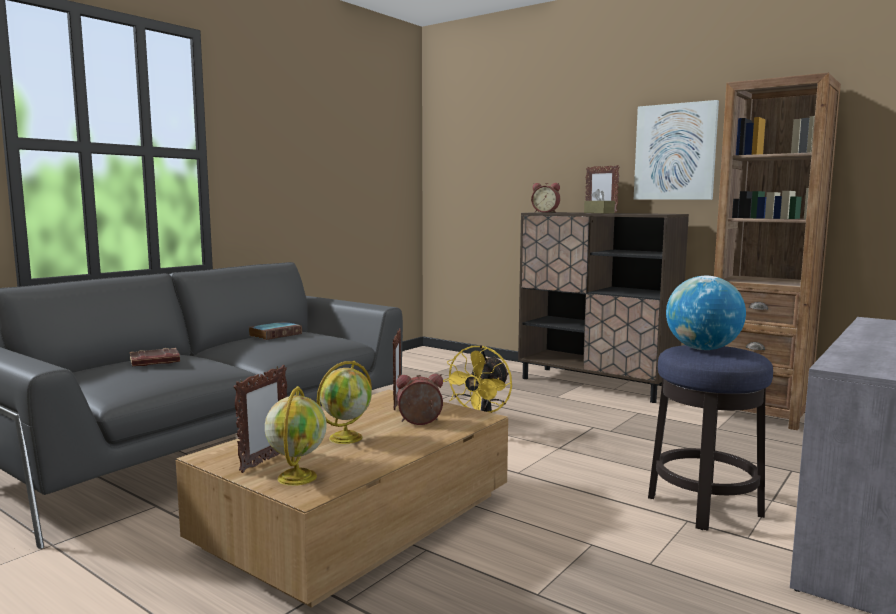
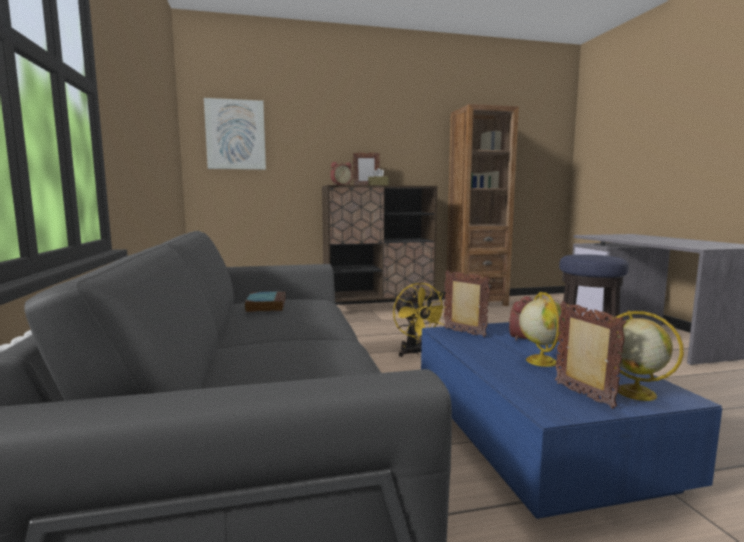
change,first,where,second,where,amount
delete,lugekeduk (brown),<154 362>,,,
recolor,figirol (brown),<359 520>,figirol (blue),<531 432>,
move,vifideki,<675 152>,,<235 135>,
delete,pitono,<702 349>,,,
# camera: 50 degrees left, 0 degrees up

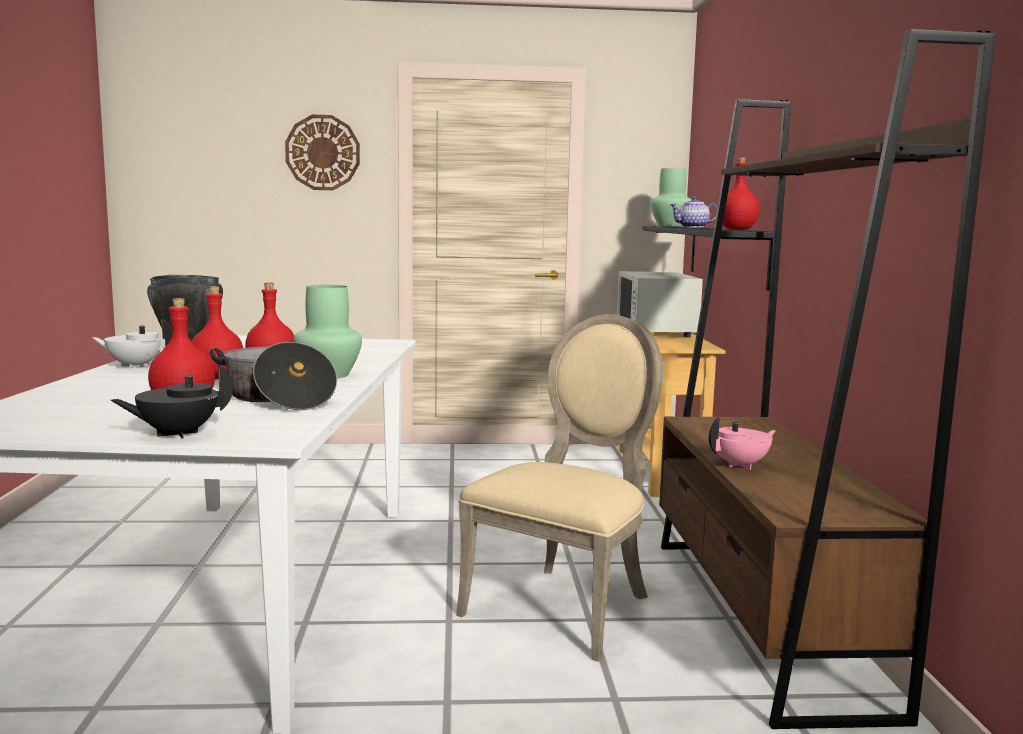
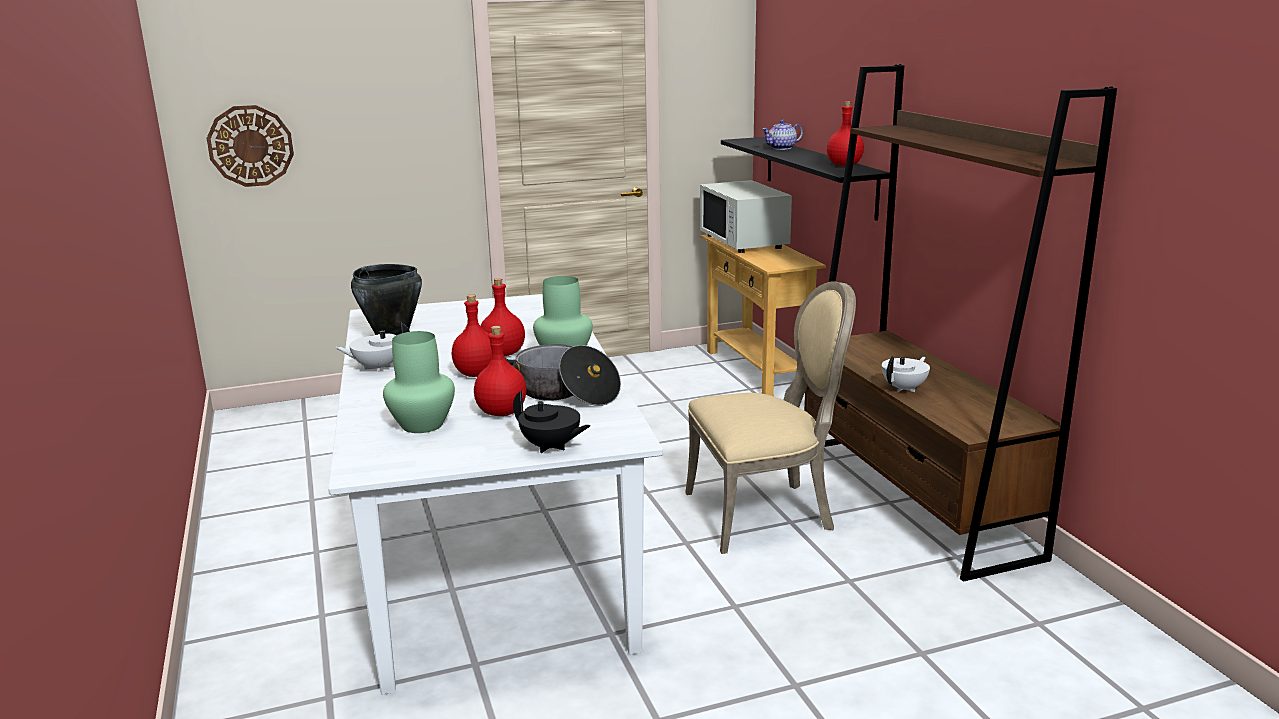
change,first,where,second,where,amount
rotate,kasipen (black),<177 434>,,<551 447>,105 degrees counterclockwise
move,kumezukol,<322 152>,,<250 146>,
rotate,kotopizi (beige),<565 605>,,<765 513>,60 degrees clockwise
move,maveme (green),<669 226>,,<421 424>,
recolor,kasipen (pink),<740 465>,kasipen (white),<904 388>,
# camera: 15 degrees left, 10 degrees up

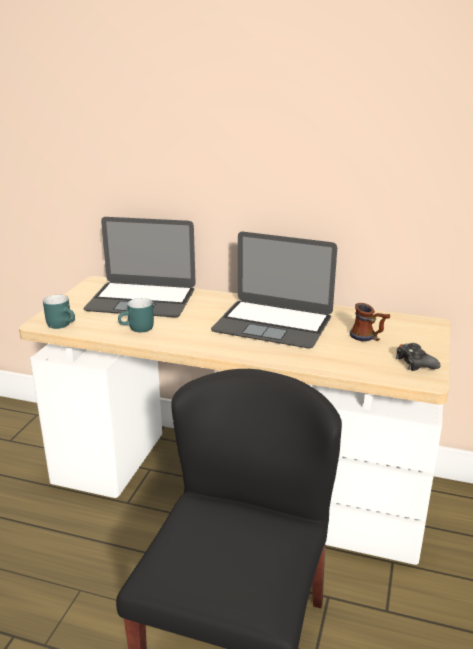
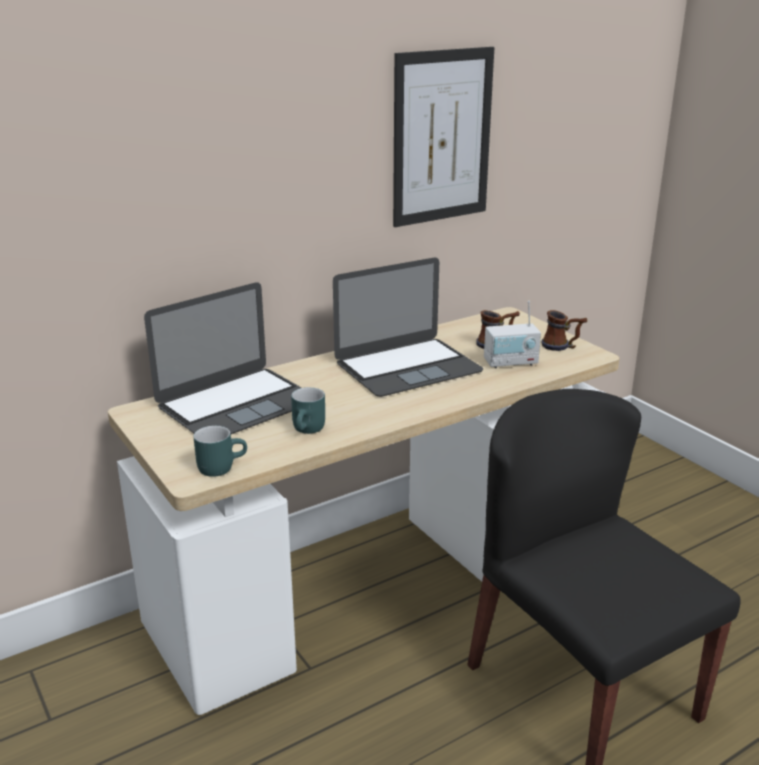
change,first,where,second,where,amount
replace,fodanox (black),<415 362>,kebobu,<562 347>,
insert,,,vifideki,<442 137>,
insert,,,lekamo,<511 362>,
# camera: 50 degrees left, 0 degrees up

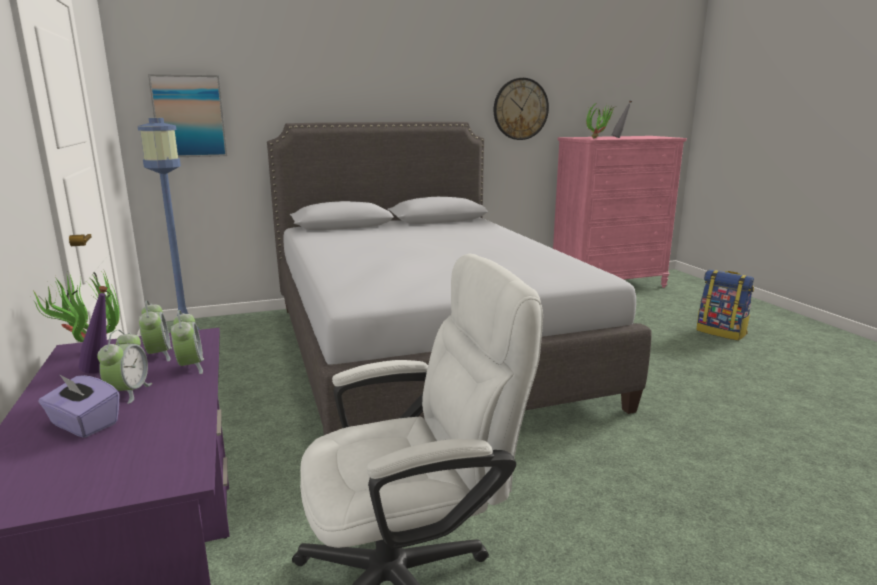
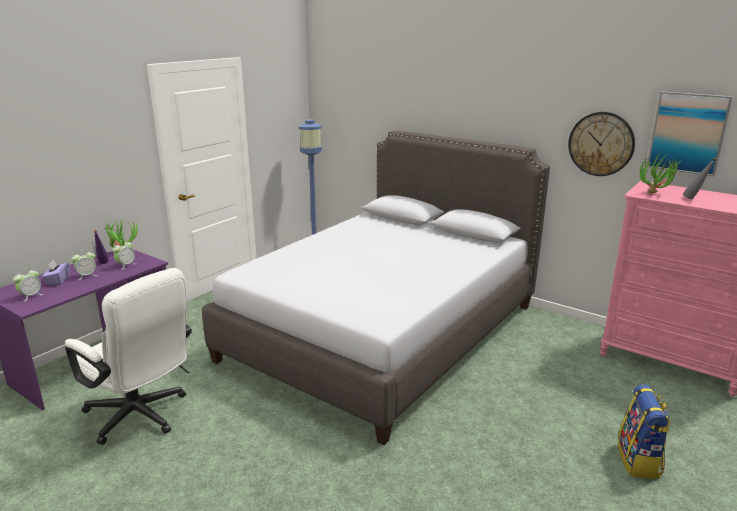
change,first,where,second,where,amount
move,vifideki,<189 116>,,<688 133>,
move,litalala,<190 367>,,<31 296>,
# camera: 55 degrees right, 5 degrees up

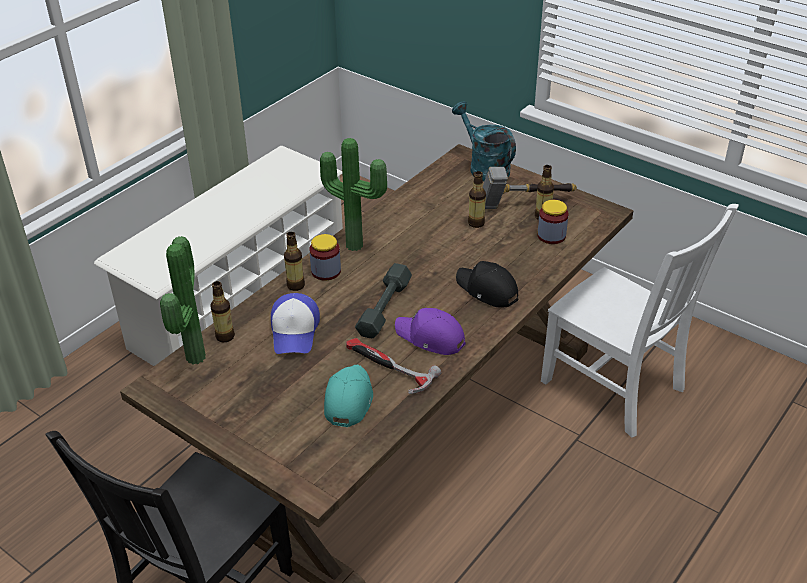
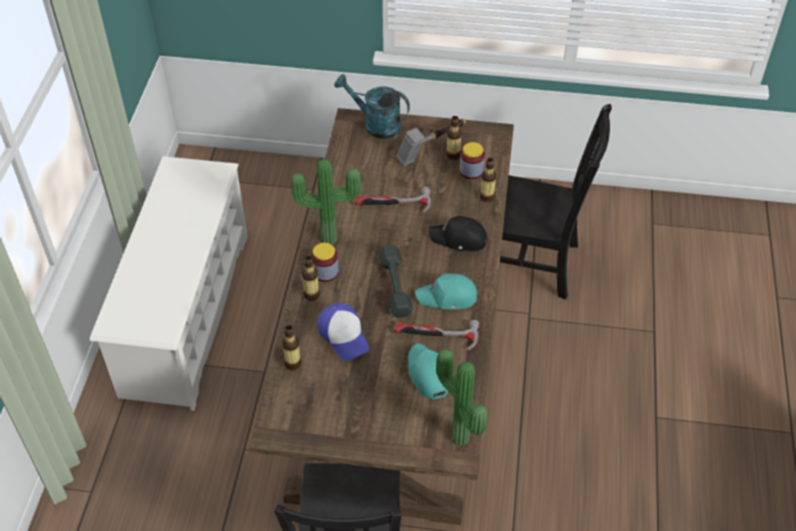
change,first,where,second,where,amount
move,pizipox,<191 358>,,<457 439>,
recolor,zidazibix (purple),<430 337>,zidazibix (turquoise),<447 297>,
move,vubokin,<476 223>,,<486 197>,
recolor,kotopizi (white),<616 388>,kotopizi (black),<531 263>,
insert,,,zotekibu,<392 204>,
# camera: 30 degrees left, 10 degrees up

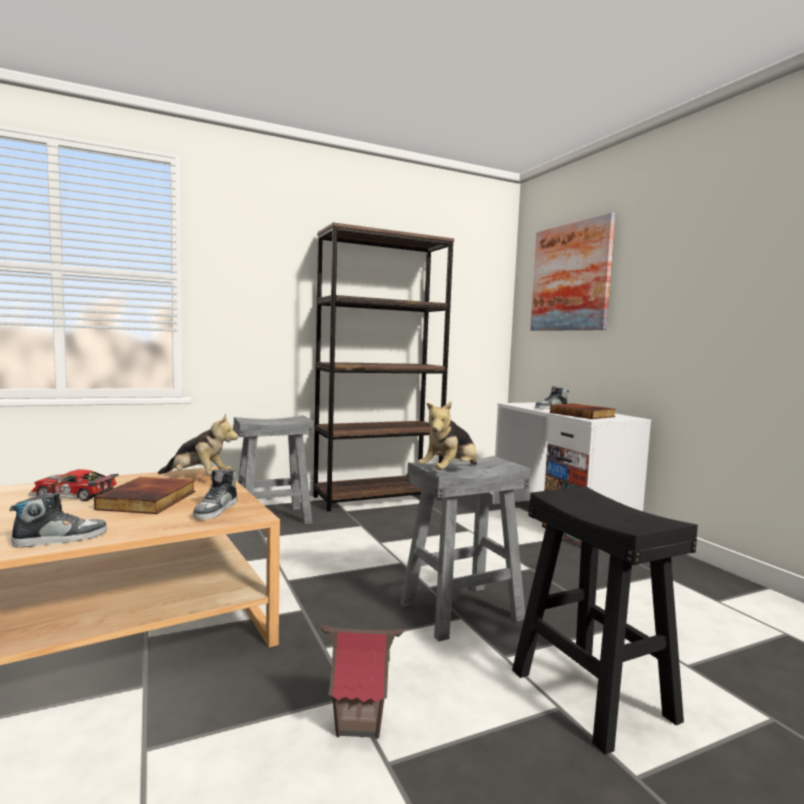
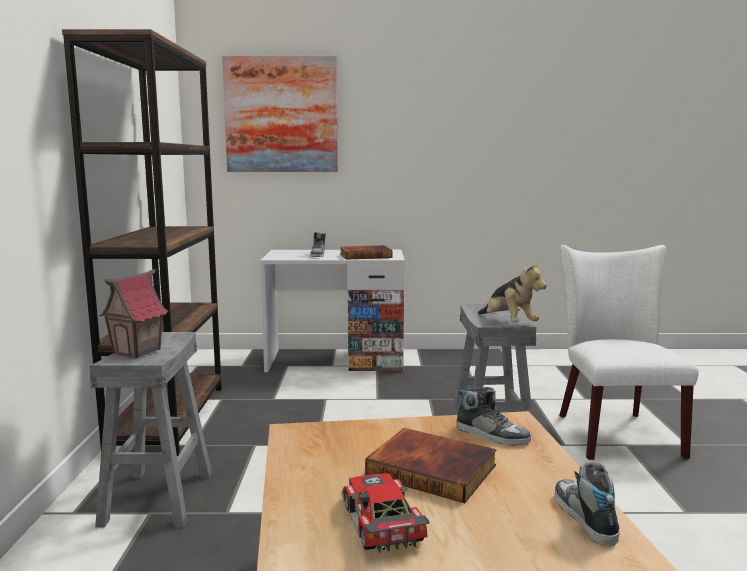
change,first,where,second,where,amount
rotate,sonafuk,<73 495>,,<378 523>,135 degrees clockwise
delete,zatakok,<198 478>,,,
move,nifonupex,<359 723>,,<137 351>,
replace,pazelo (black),<593 694>,kotopizi (white),<613 431>,
# camera: 65 degrees left, 5 degrees up

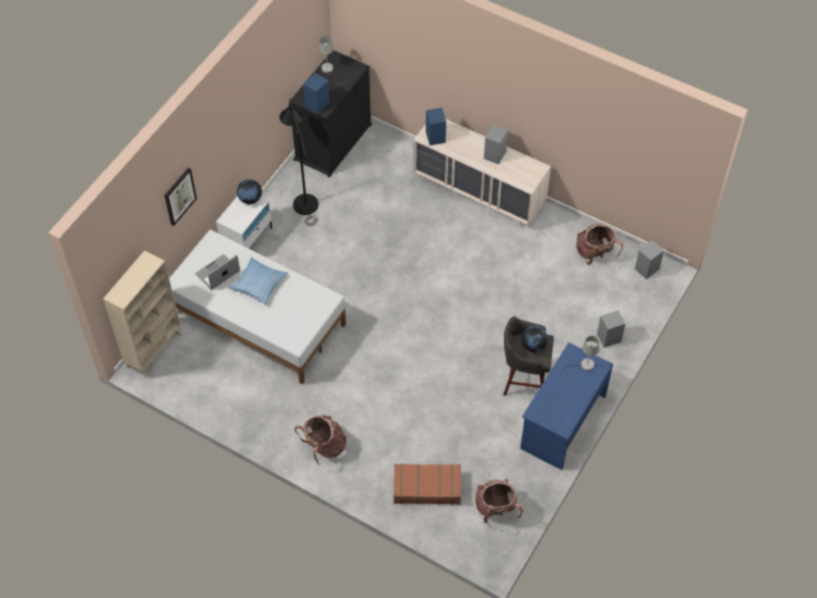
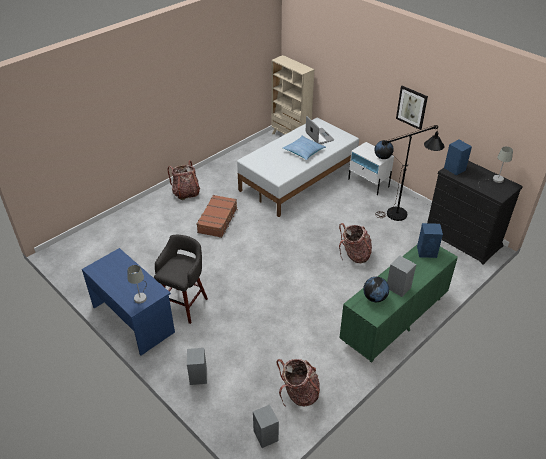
change,first,where,second,where,amount
move,vifideki,<179 196>,,<412 107>,
move,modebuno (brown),<426 487>,,<218 220>,
recolor,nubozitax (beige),<479 192>,nubozitax (green),<394 320>,
move,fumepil,<496 508>,,<354 255>,
move,pitono,<533 345>,,<374 298>,
# camera: 105 degrees right, 15 degrees down

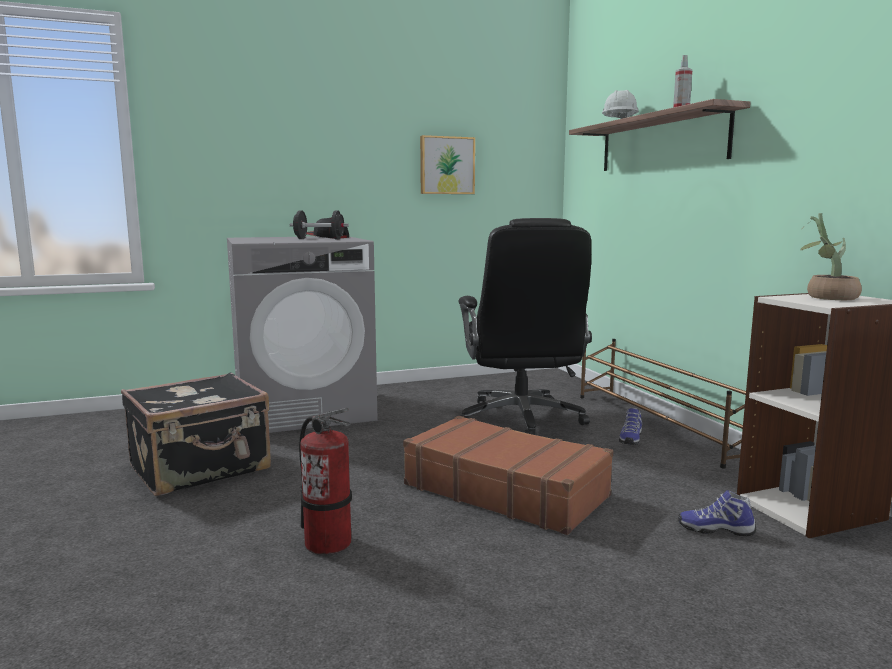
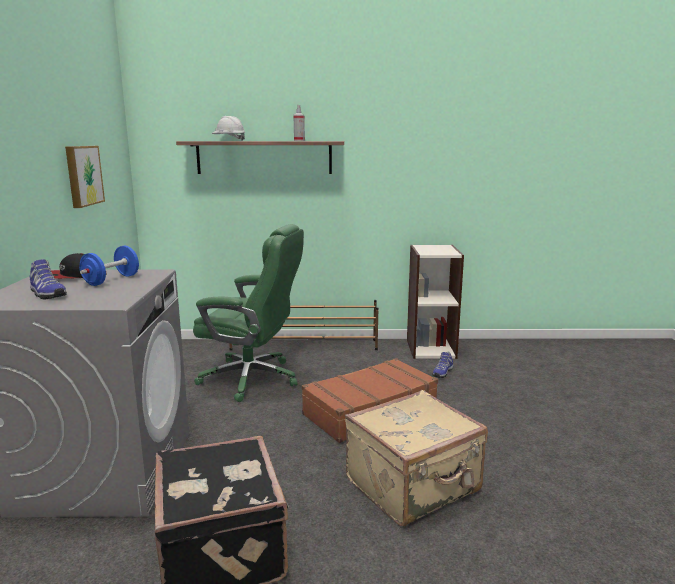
change,first,where,second,where,amount
recolor,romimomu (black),<319 239>,romimomu (blue),<111 280>,
replace,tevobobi,<328 542>,modebuno (beige),<414 486>,
recolor,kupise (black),<521 419>,kupise (green),<252 378>,
move,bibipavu,<630 438>,,<46 294>,
delete,pizipox,<825 297>,,,
# camera: 70 degrees left, 5 degrees up

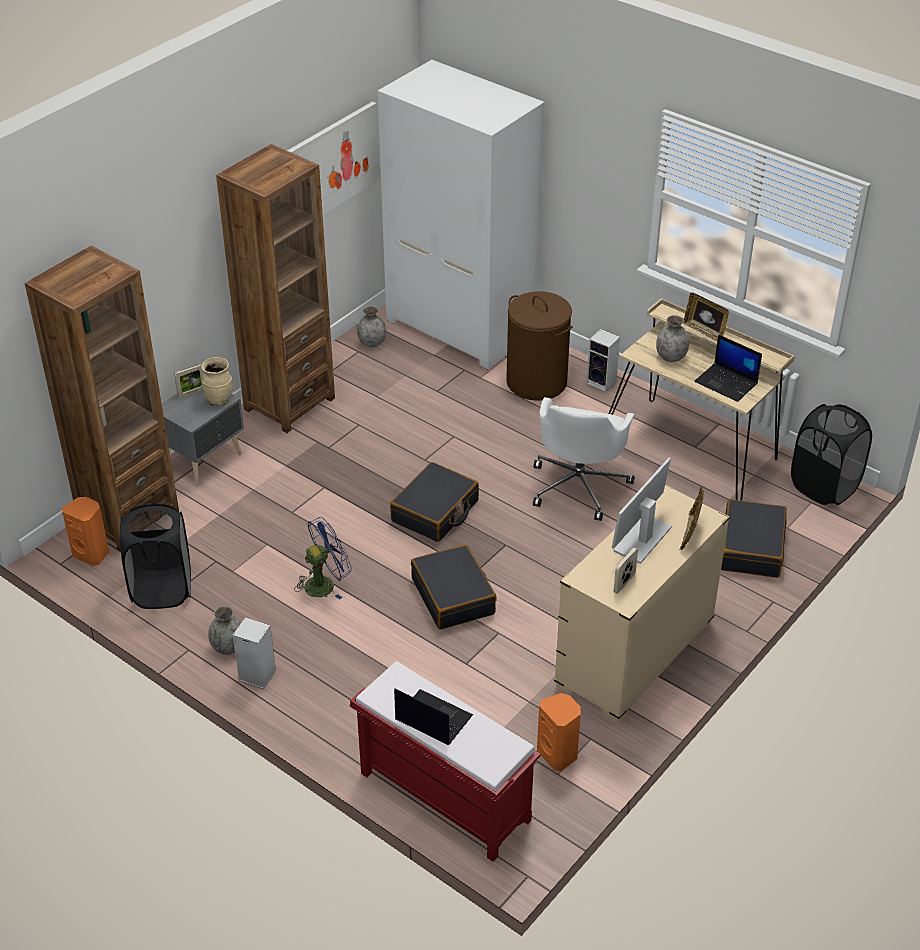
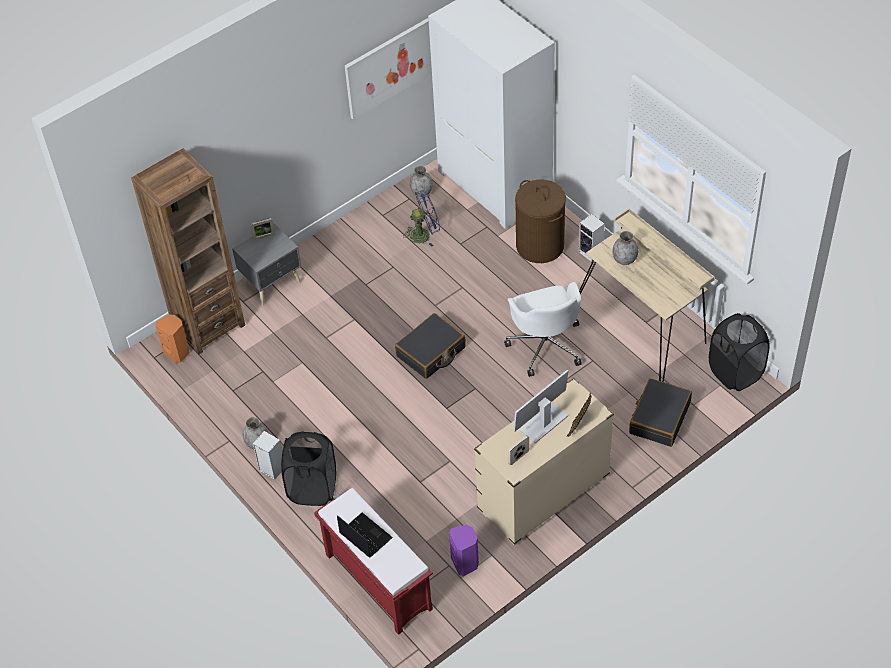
change,first,where,second,where,amount
move,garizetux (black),<162 589>,,<312 488>,
delete,maveme (beige),<219 400>,,,
delete,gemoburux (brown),<289 403>,,,
move,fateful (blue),<325 583>,,<424 234>,
delete,modebuno (black),<453 596>,,,
rotate,kupise (white),<579 485>,,<545 344>,45 degrees counterclockwise
recolor,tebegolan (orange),<558 754>,tebegolan (purple),<465 563>,
delete,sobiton,<704 331>,,,
delete,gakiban,<727 383>,,,
# camera: 15 degrees right, 10 degrees up

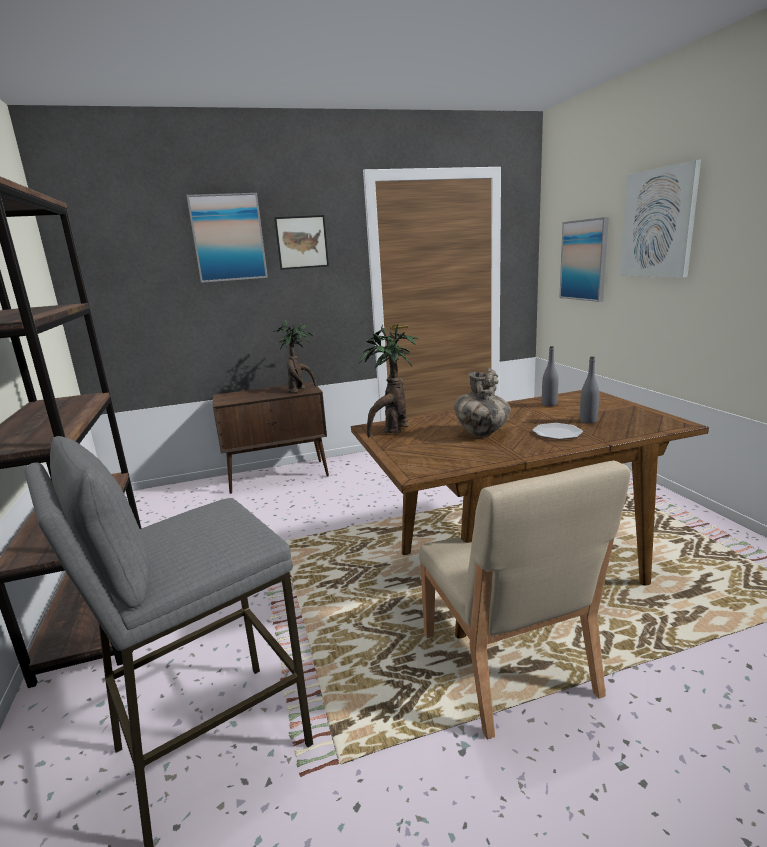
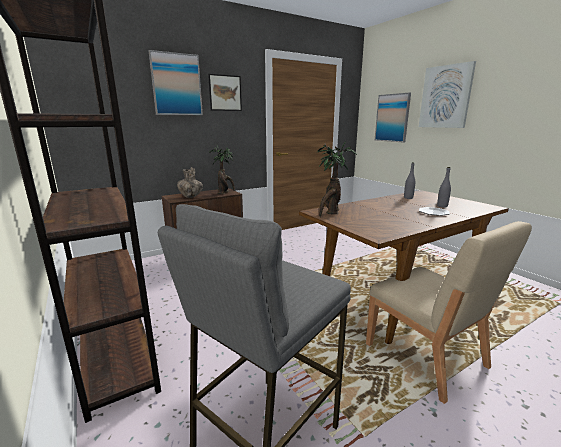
change,first,where,second,where,amount
move,maveme,<481 433>,,<190 196>,
# camera: 15 degrees left, 0 degrees up

